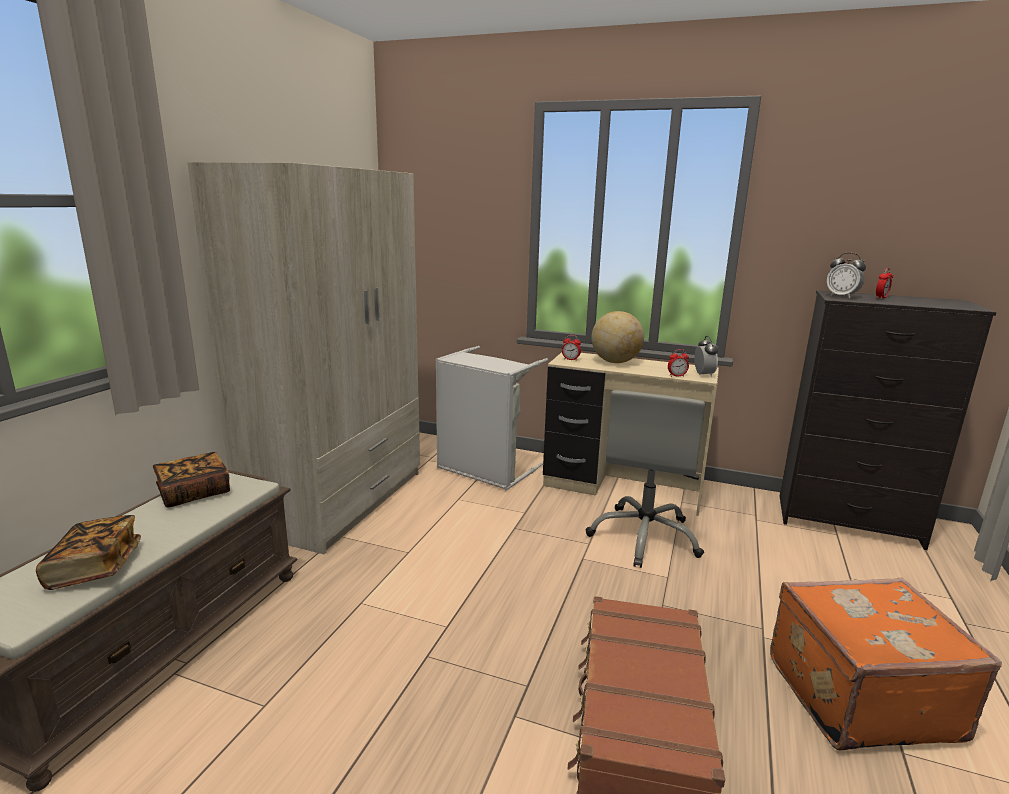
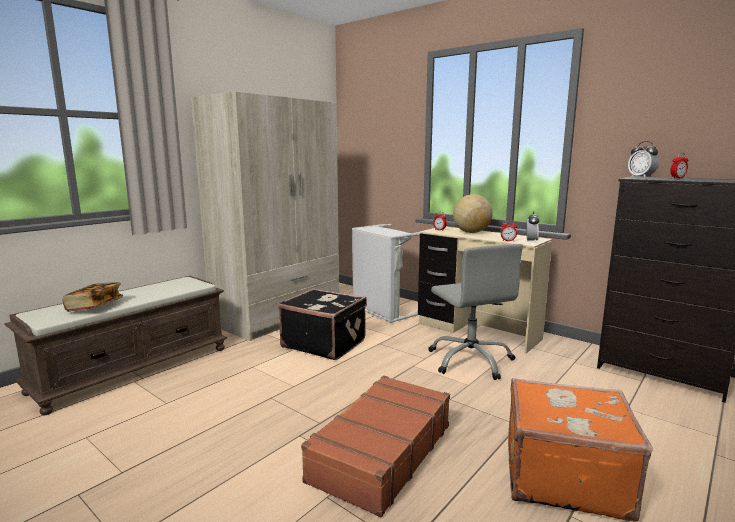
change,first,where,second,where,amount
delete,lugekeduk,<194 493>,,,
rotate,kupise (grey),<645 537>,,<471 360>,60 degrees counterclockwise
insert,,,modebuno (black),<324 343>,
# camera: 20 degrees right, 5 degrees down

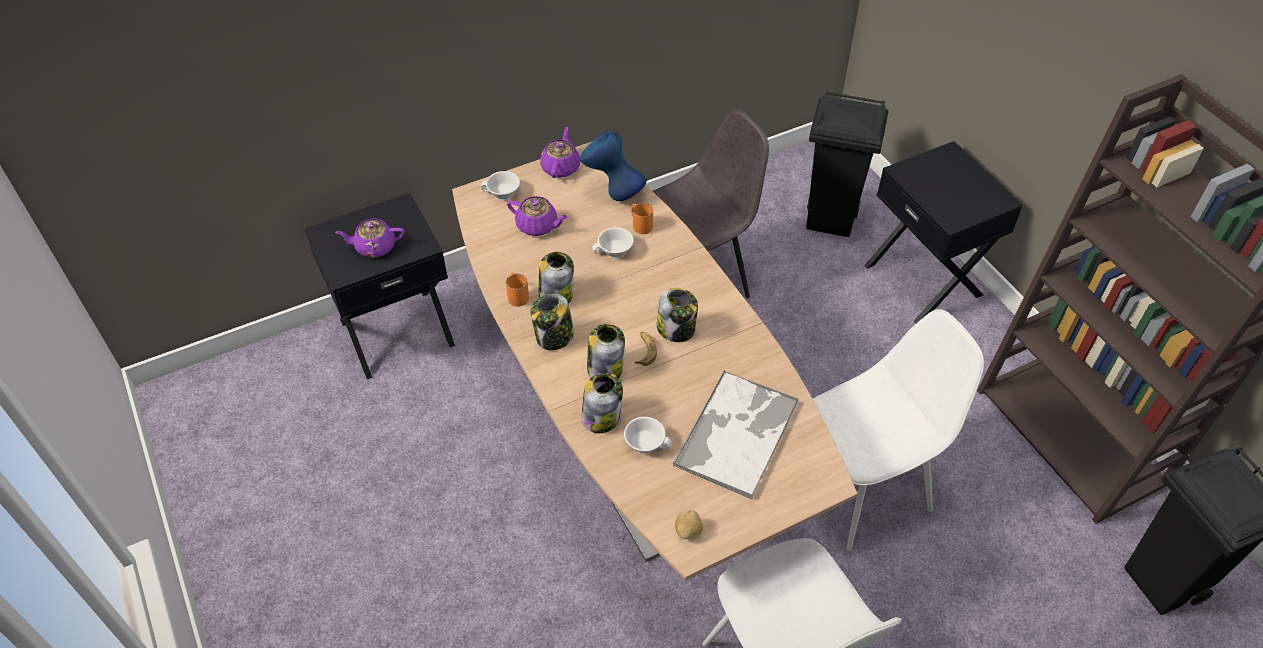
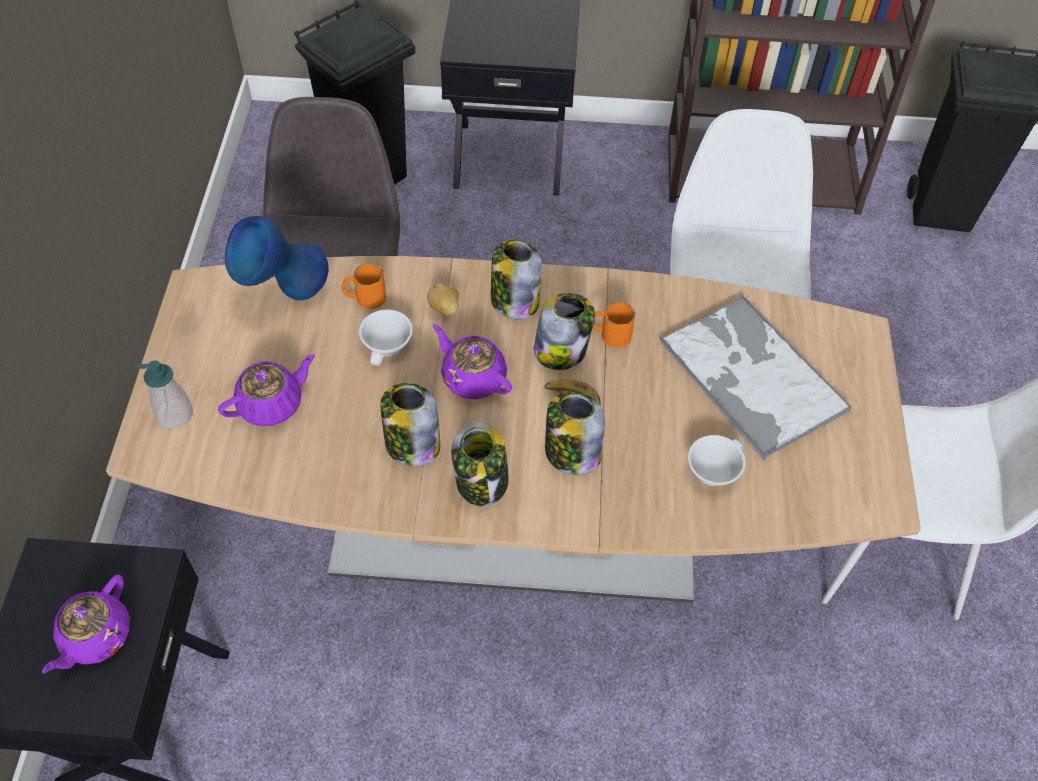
change,first,where,second,where,amount
replace,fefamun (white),<502 194>,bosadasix,<175 415>,
move,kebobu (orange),<517 295>,,<609 334>,
move,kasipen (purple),<561 167>,,<473 377>,
move,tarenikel,<601 417>,,<514 300>,
move,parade,<688 531>,,<444 308>,
# camera: 60 degrees left, 5 degrees up

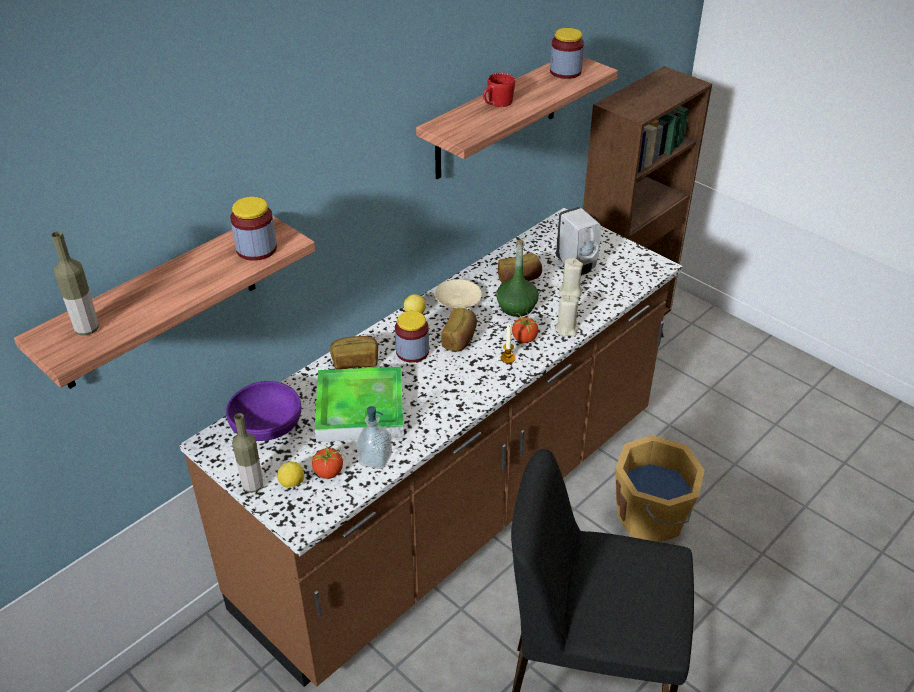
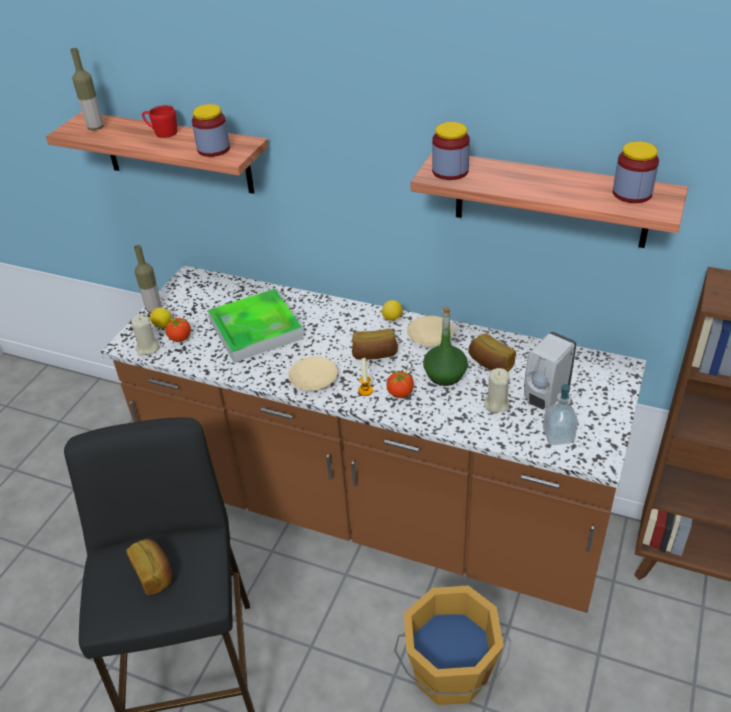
change,first,where,second,where,amount
delete,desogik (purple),<267 426>,,,
move,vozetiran,<355 361>,,<154 573>,
move,bosadasix,<375 459>,,<558 436>,
move,tarenikel,<412 352>,,<450 171>,
move,kebobu (red),<496 104>,,<161 132>,
move,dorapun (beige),<566 329>,,<147 348>,
insert,,,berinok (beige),<313 379>,
# camera: 70 degrees right, 0 degrees up

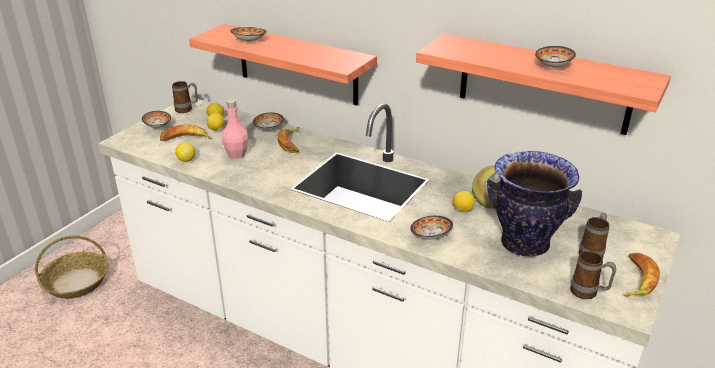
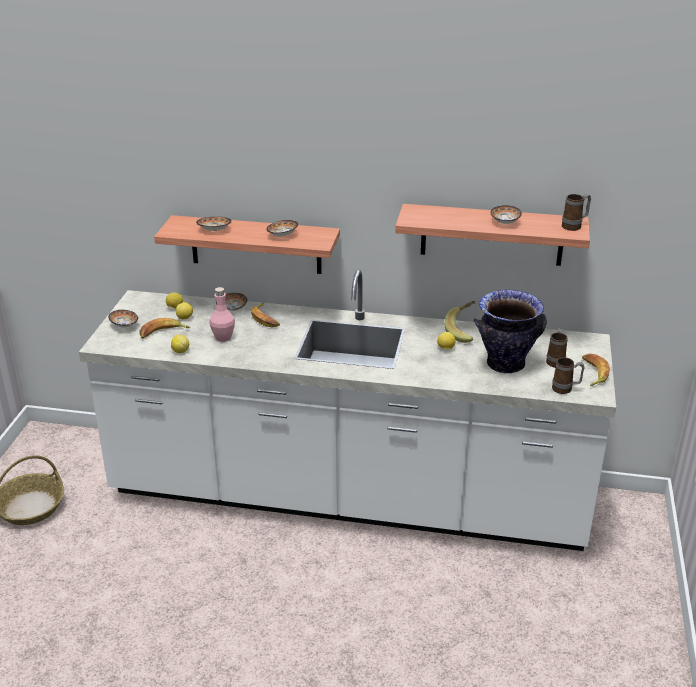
change,first,where,second,where,amount
move,kebobu,<187 109>,,<575 226>,
move,desogik,<431 236>,,<282 235>,
# camera: 20 degrees left, 0 degrees up

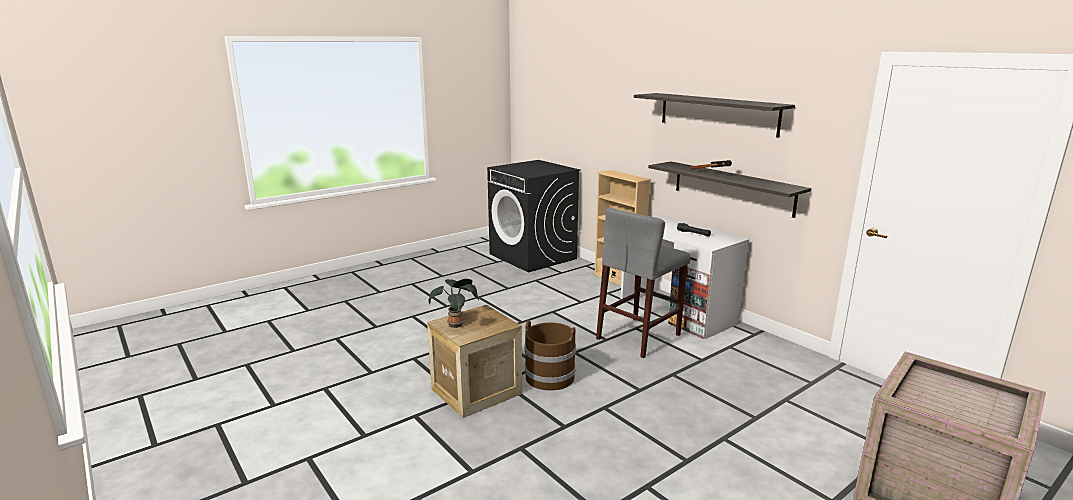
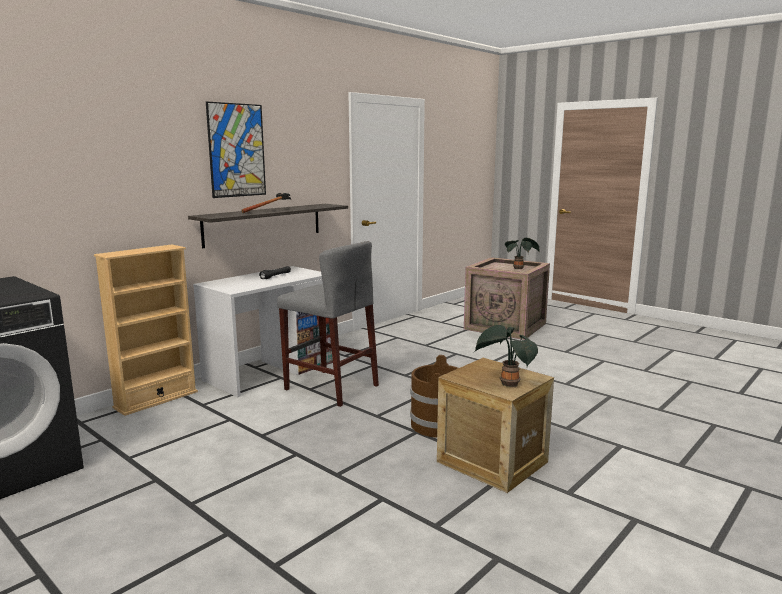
change,first,where,second,where,amount
replace,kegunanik,<717 113>,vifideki,<236 150>,
insert,,,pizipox,<519 268>,
# camera: 100 degrees left, 5 degrees down

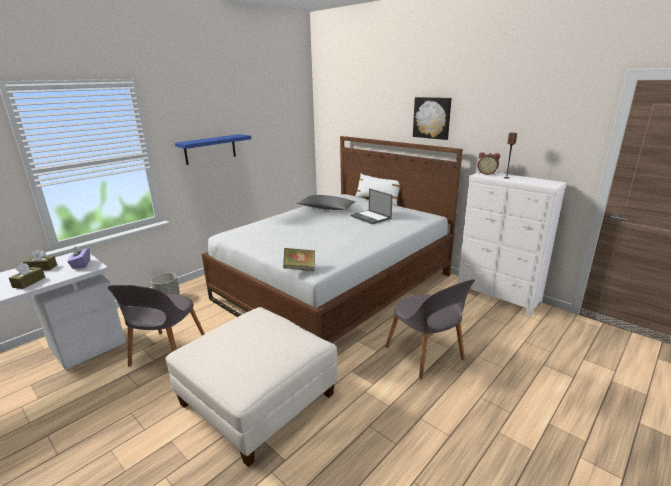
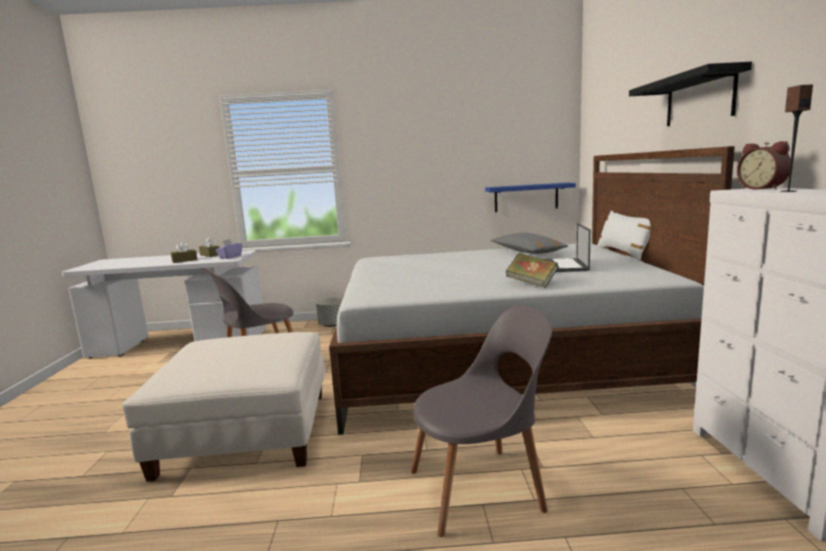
change,first,where,second,where,amount
move,kegunanik (blue),<210 149>,,<526 197>,
move,lugekeduk,<300 268>,,<531 283>,
rotate,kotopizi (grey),<426 355>,,<481 488>,120 degrees counterclockwise
replace,vifideki,<432 118>,kegunanik (black),<699 99>,
# camera: 45 degrees right, 10 degrees down

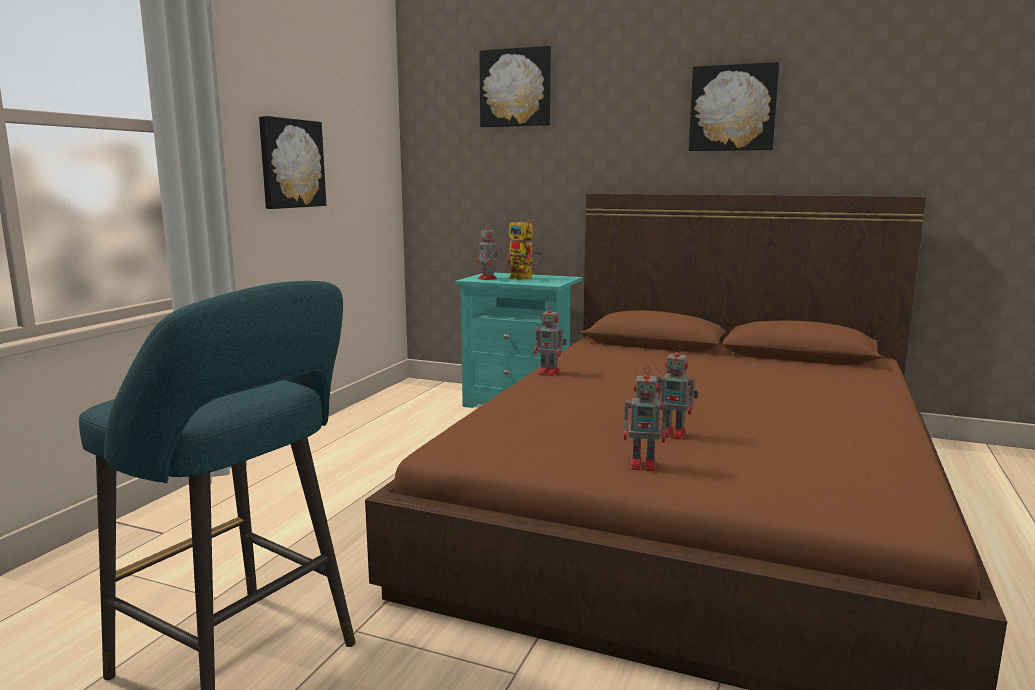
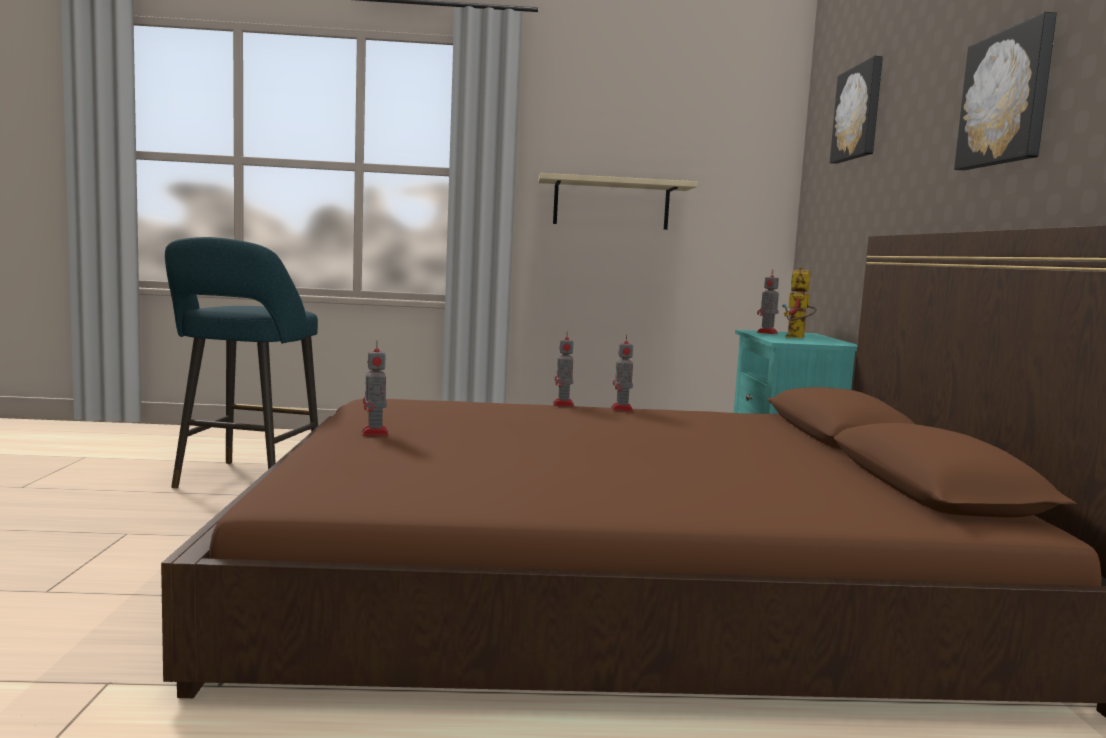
change,first,where,second,where,amount
replace,vifideki,<290 163>,kegunanik (beige),<611 204>,
move,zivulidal,<674 434>,,<563 404>,
# camera: 65 degrees right, 5 degrees down

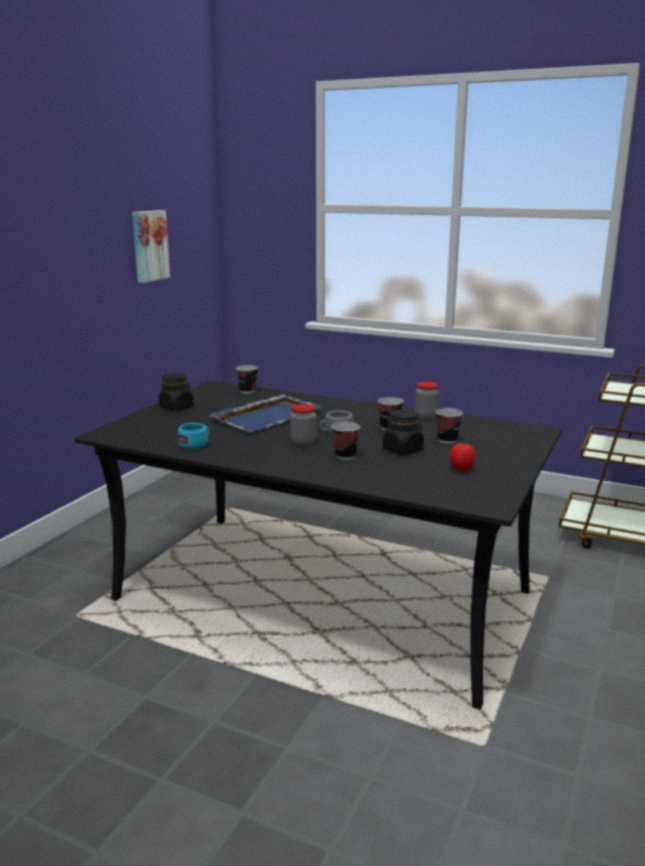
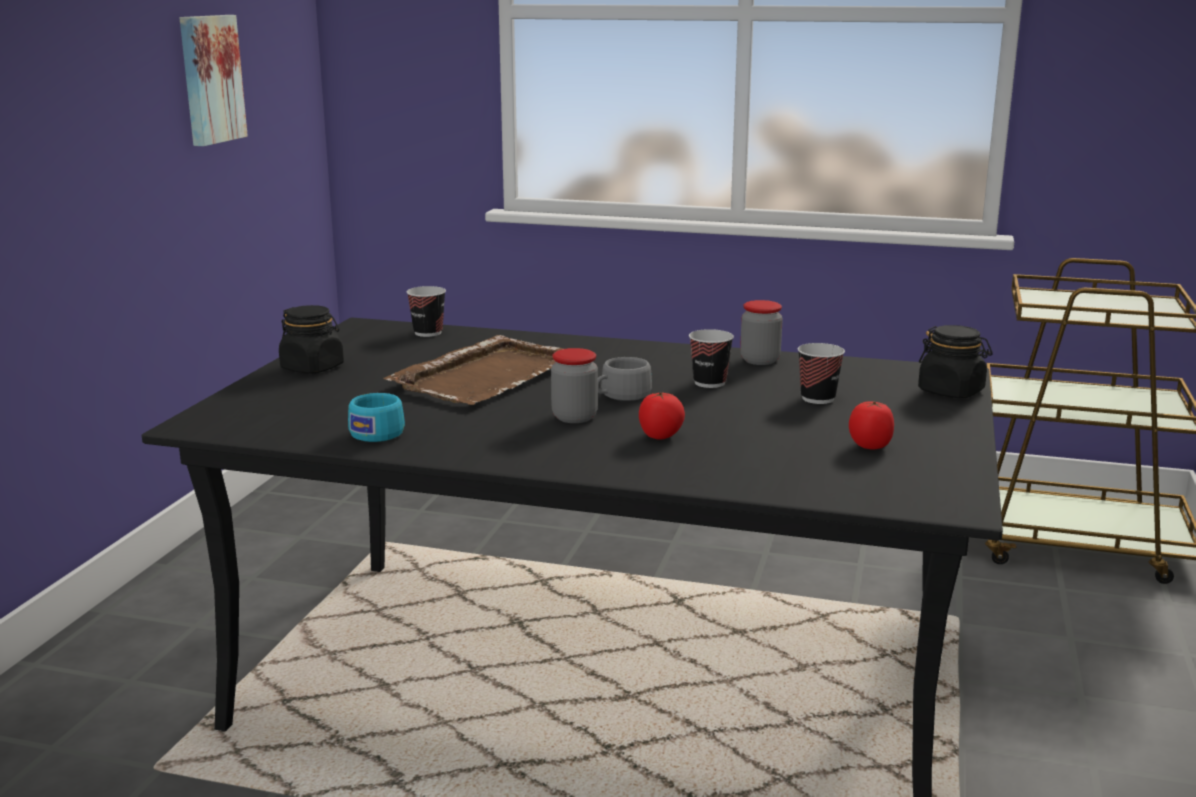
change,first,where,second,where,amount
recolor,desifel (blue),<268 416>,desifel (brown),<487 375>,
replace,fefamun,<345 456>,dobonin,<661 436>,
move,tarenikel (black),<403 450>,,<951 391>,
# camera: 10 degrees left, 0 degrees up

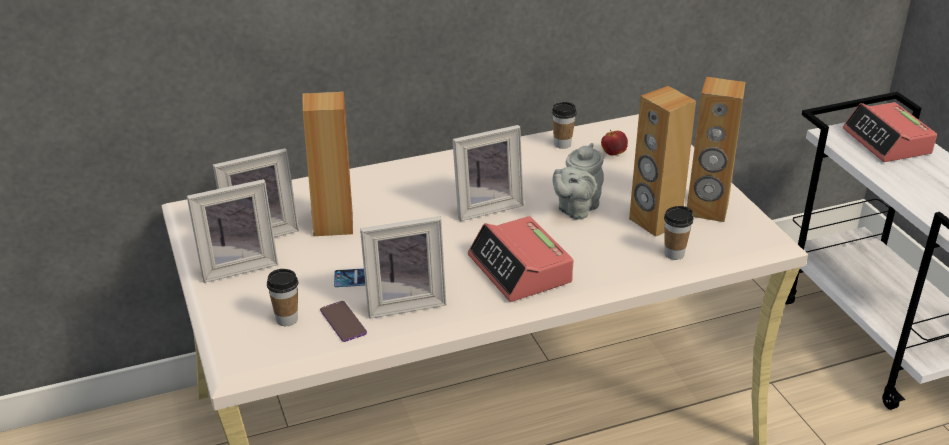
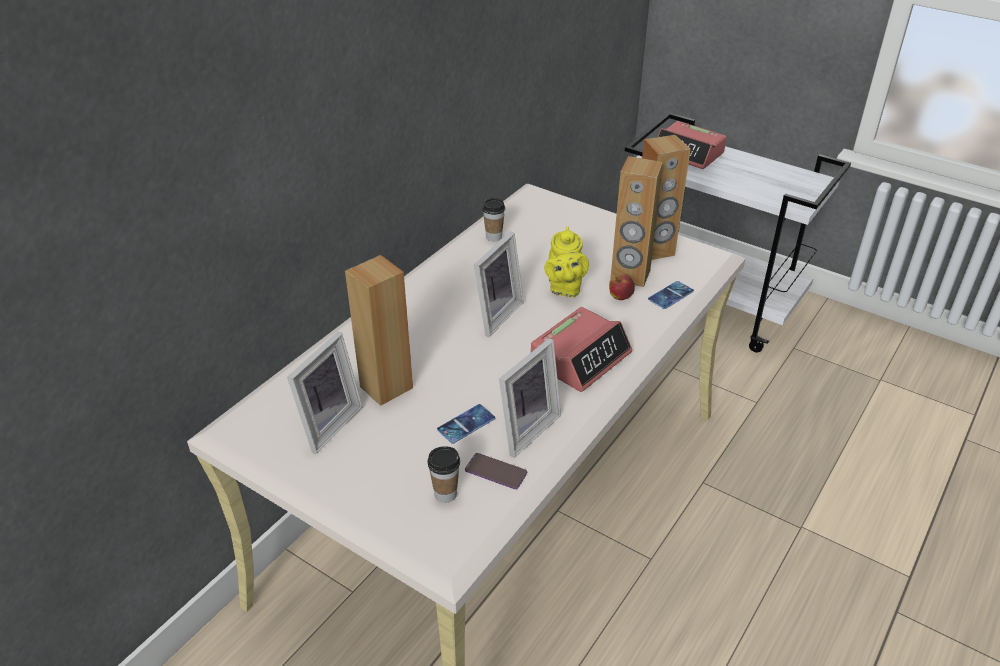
change,first,where,second,where,amount
delete,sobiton,<237 265>,,,
rotate,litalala,<520 270>,,<581 358>,75 degrees counterclockwise
recolor,kasipen (grey),<576 209>,kasipen (yellow),<564 288>,
move,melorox,<613 153>,,<620 297>,
replace,fefamun,<674 254>,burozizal,<670 295>,
# camera: 35 degrees left, 5 degrees up

